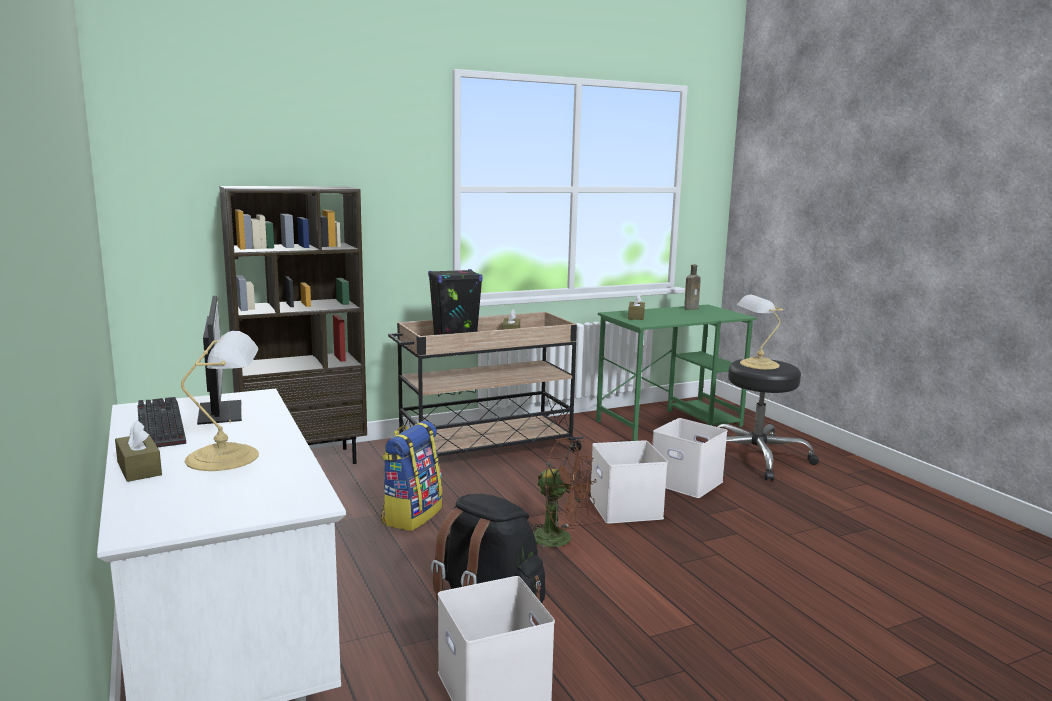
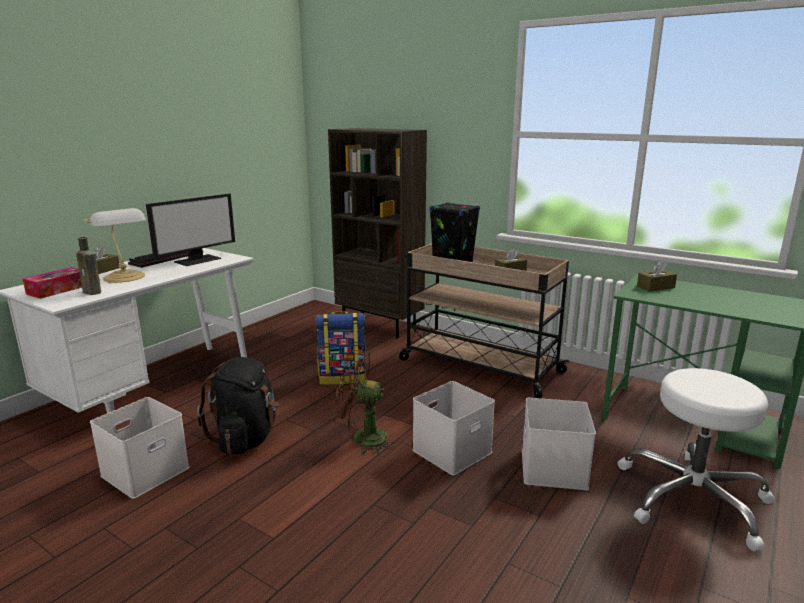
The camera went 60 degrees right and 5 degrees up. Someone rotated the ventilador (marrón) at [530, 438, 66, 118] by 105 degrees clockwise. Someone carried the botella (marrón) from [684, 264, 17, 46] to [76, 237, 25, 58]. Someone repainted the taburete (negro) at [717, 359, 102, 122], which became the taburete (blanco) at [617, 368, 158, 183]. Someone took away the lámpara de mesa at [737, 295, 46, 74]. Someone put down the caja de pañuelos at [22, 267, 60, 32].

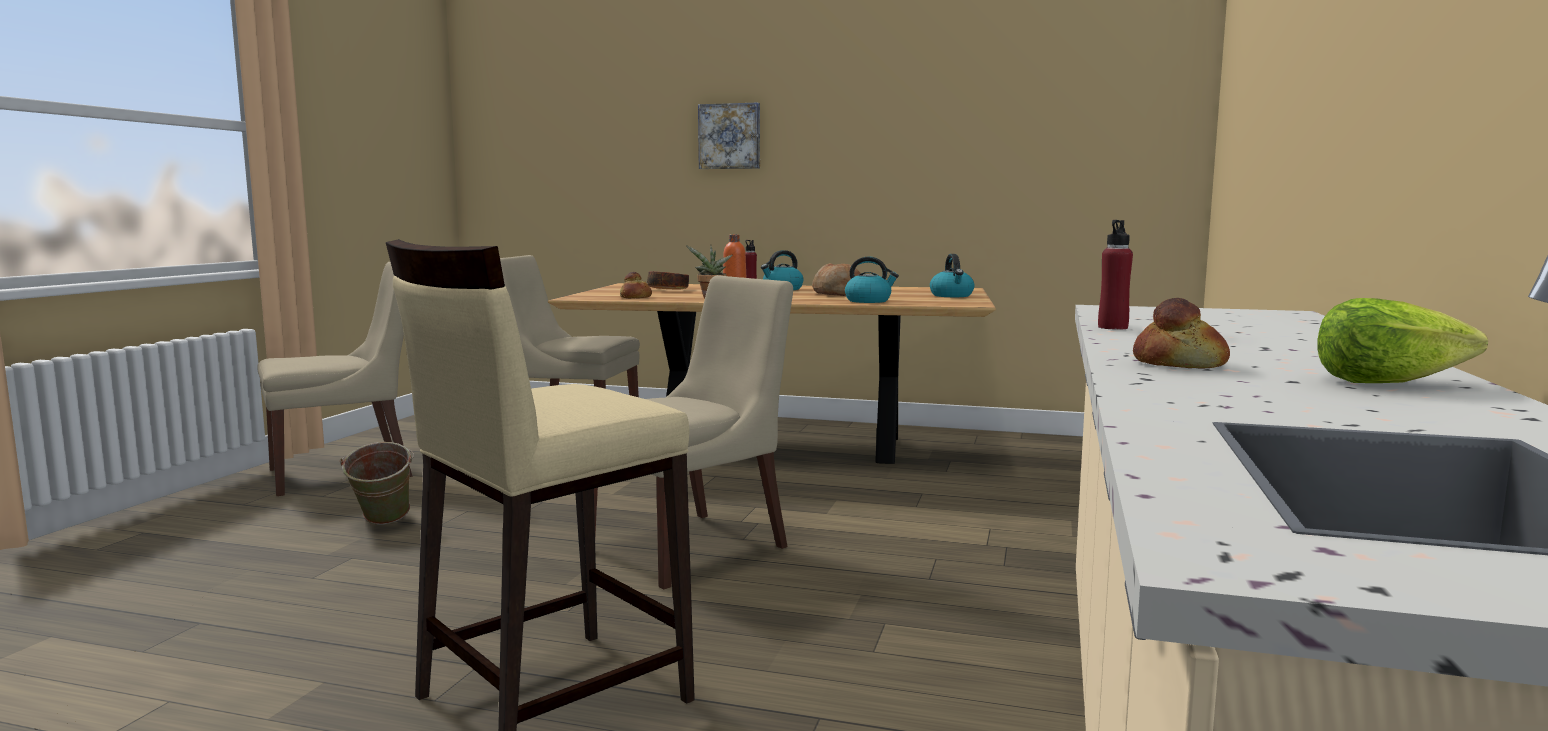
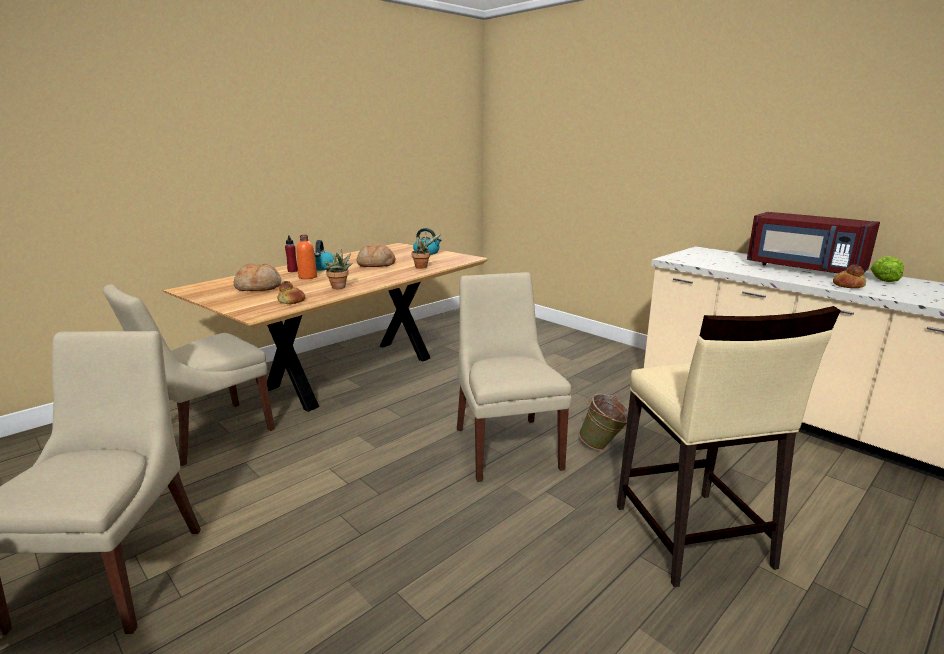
The camera went 60 degrees left and 10 degrees up. Someone carried the cubo (verde) from [340, 442, 74, 83] to [579, 394, 50, 56]. Someone swapped the cuenco at [647, 271, 42, 19] for the pan at [234, 263, 47, 28]. Someone took away the cuadro at [698, 102, 62, 67]. Someone swapped the hervidor at [845, 257, 54, 46] for the planta en maceta at [411, 233, 31, 36]. Someone took away the botella (rojo) at [1098, 220, 35, 110]. Someone put down the microondas (rojo) at [747, 212, 133, 61].

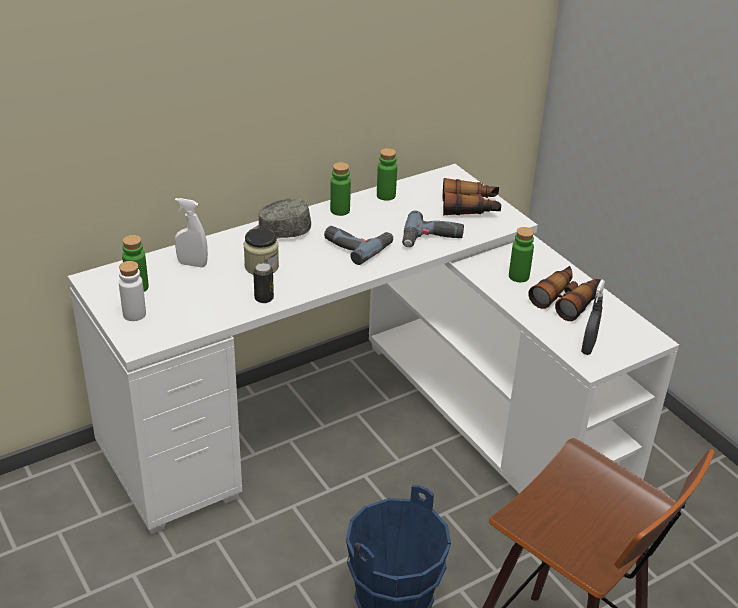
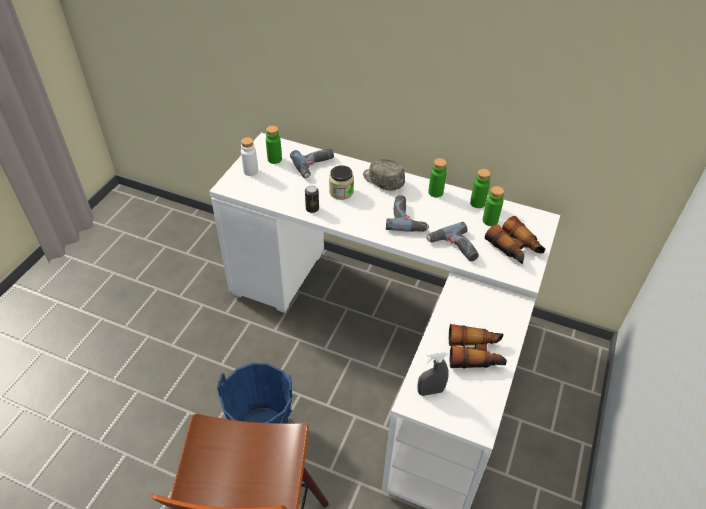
The camera went 55 degrees right and 10 degrees up. Someone swapped the pulverizador (blanco) at [175, 198, 33, 69] for the taladro at [290, 148, 44, 30]. Someone carried the botella (verde) from [509, 227, 25, 55] to [483, 186, 21, 40].

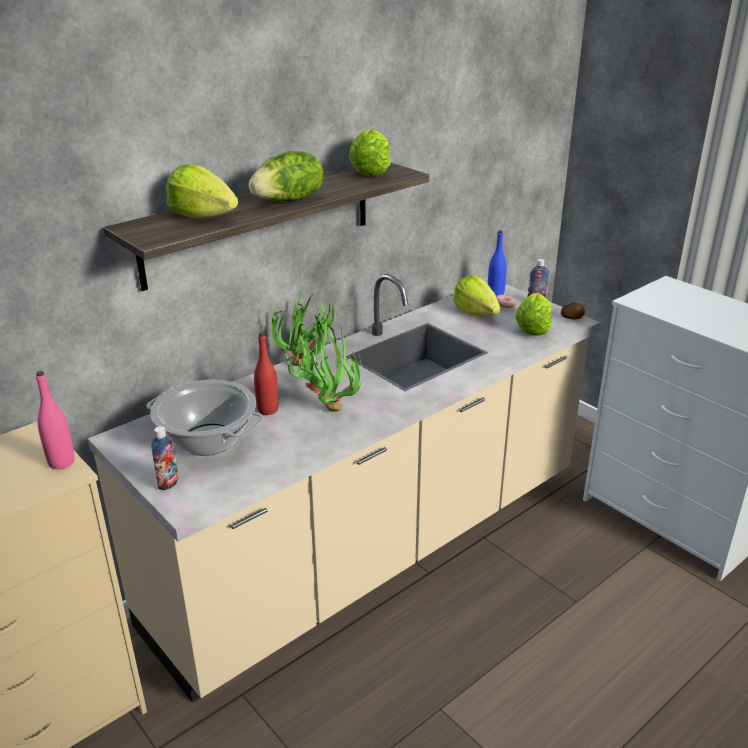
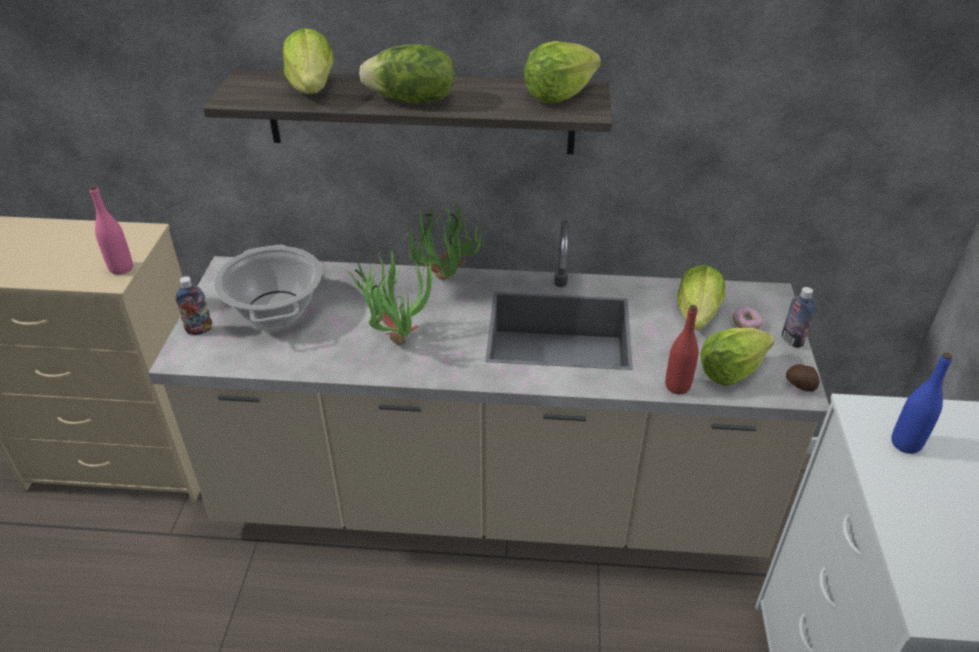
The camera went 45 degrees right and 10 degrees up. Someone carried the botella (rojo) from [254, 332, 25, 83] to [665, 305, 34, 89]. Someone carried the botella (azul) from [488, 230, 19, 67] to [891, 352, 61, 102].

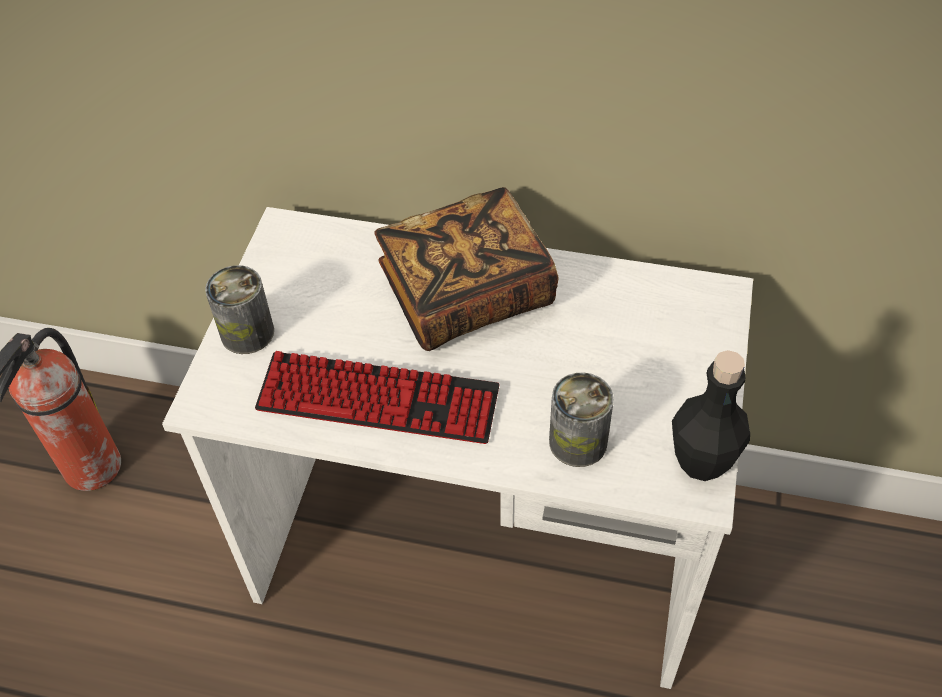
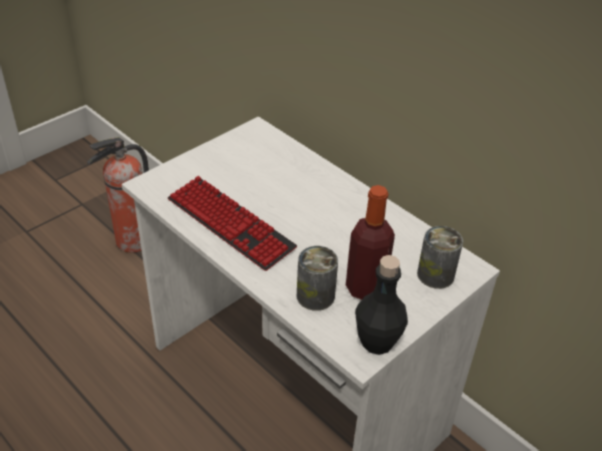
The camera went 30 degrees right and 10 degrees down. Someone carried the lata from [205, 265, 69, 89] to [417, 226, 46, 63]. Someone took away the libro at [374, 187, 184, 164]. Someone put down the botella at [346, 185, 49, 115].

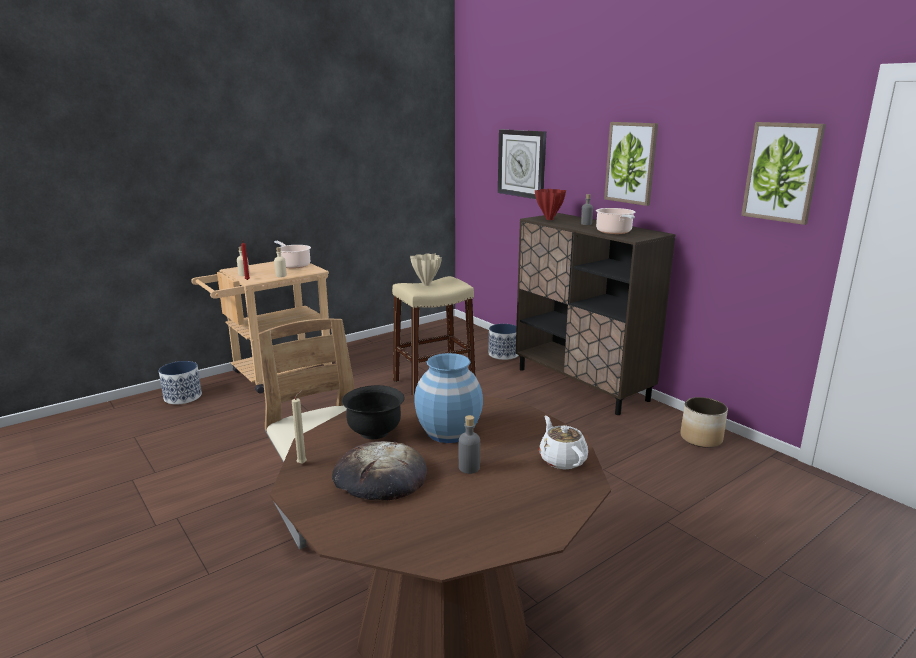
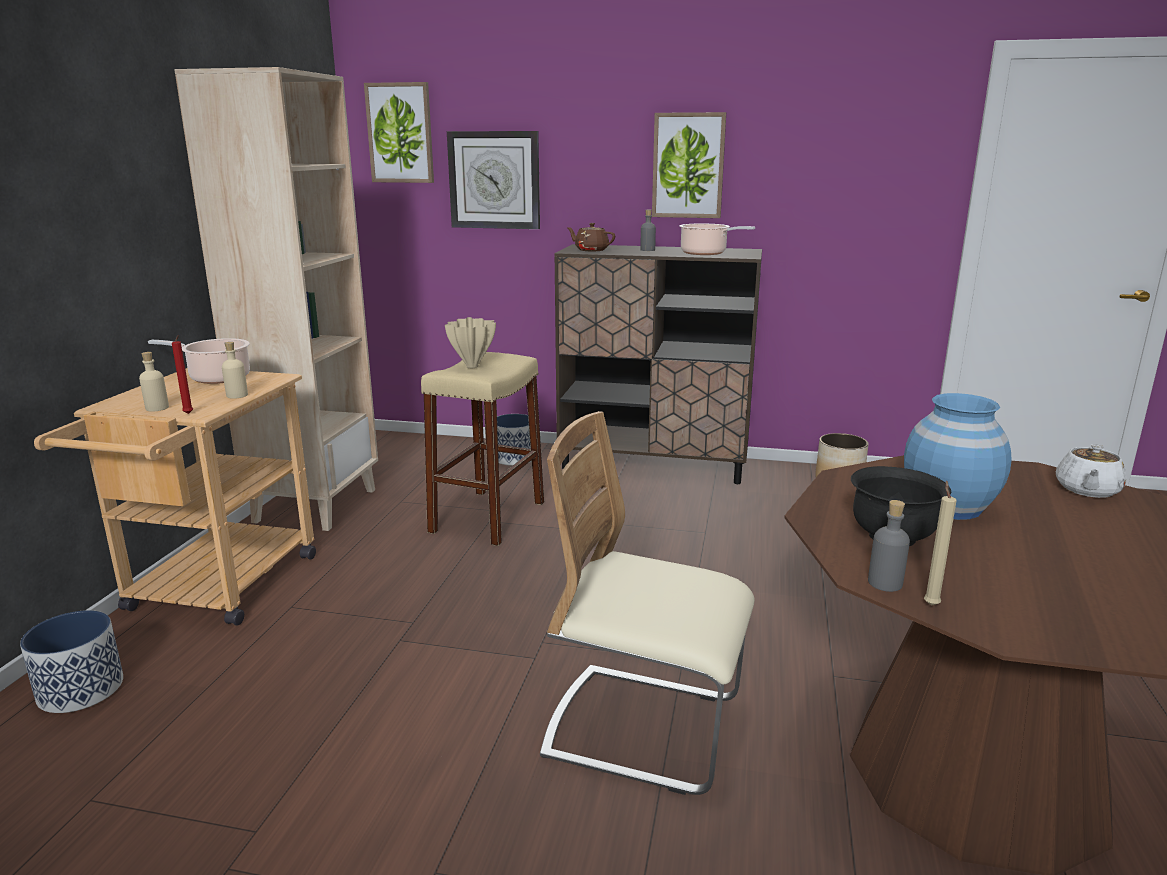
The camera went 40 degrees left and 0 degrees up. Someone took away the pan at [332, 441, 95, 59]. Someone carried the botella (gris) from [459, 415, 21, 59] to [868, 500, 42, 92]. Someone swapped the florero (rojo) at [535, 189, 31, 31] for the tetera (marrón) at [566, 223, 49, 28]. Someone rotated the tetera (blanco) at [539, 416, 49, 53] by 90 degrees counterclockwise. Someone carried the cuadro from [741, 122, 85, 103] to [364, 82, 70, 101]. Someone put down the estantería (beis) at [174, 67, 204, 464].

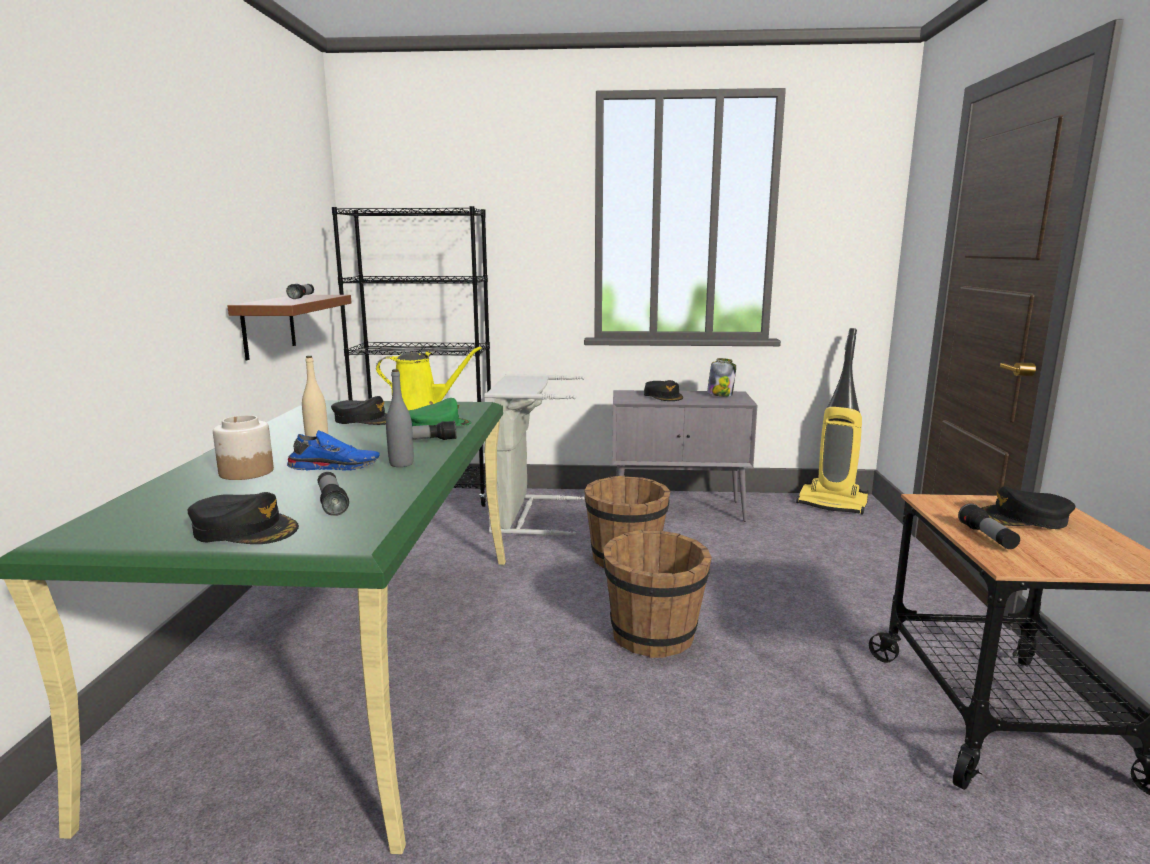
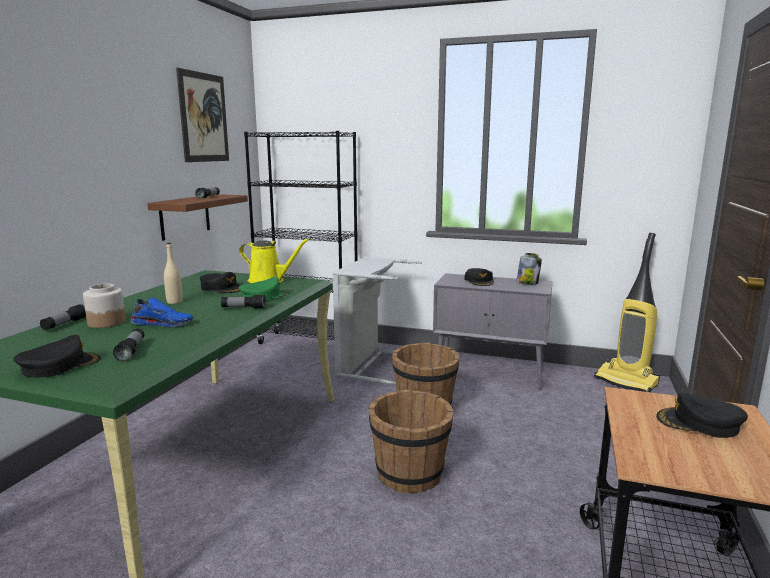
The camera went 15 degrees right and 0 degrees up. Someone rotated the gorra (negro) at [188, 492, 111, 52] by 75 degrees counterclockwise. Someone took away the botella (gris) at [386, 369, 28, 98]. Someone carried the linterna from [958, 503, 62, 46] to [40, 304, 46, 26]. Someone put up the cuadro at [176, 68, 53, 94].

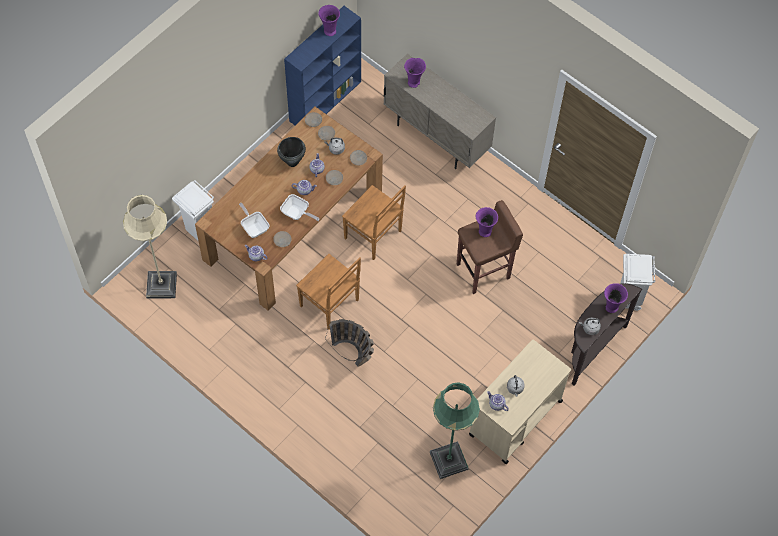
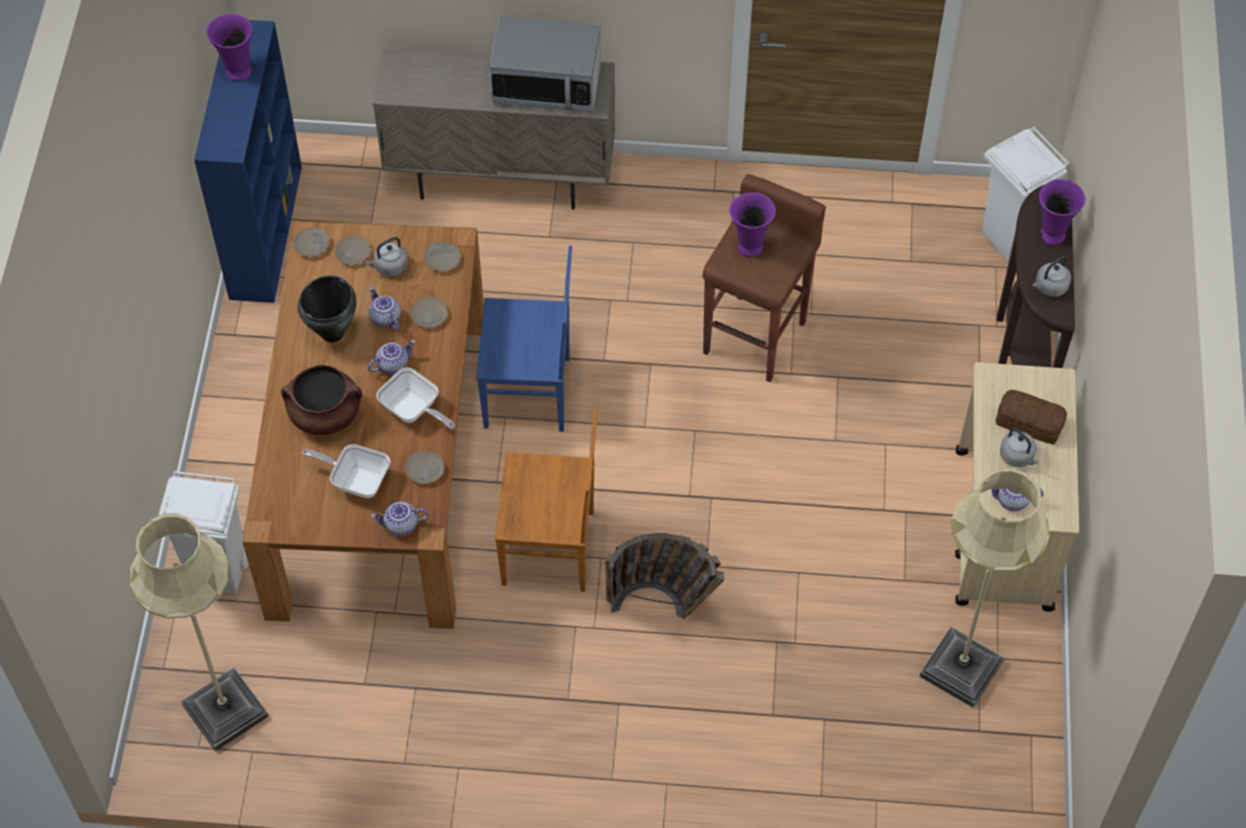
The camera went 35 degrees left and 5 degrees down. Someone rotated the sartén at [280, 194, 40, 27] by 45 degrees clockwise. Someone repainted the silla (marrón) at [342, 185, 64, 75], which became the silla (azul) at [476, 246, 96, 186]. Someone took away the florero (morado) at [404, 58, 22, 30]. Someone repainted the lámpara de pie (verde) at [430, 382, 50, 97], which became the lámpara de pie (beis) at [919, 468, 131, 240]. Someone put down the olla (marrón) at [281, 365, 81, 70]. Someone put down the microondas at [489, 16, 112, 96]. Someone put down the pan at [995, 390, 72, 54].

